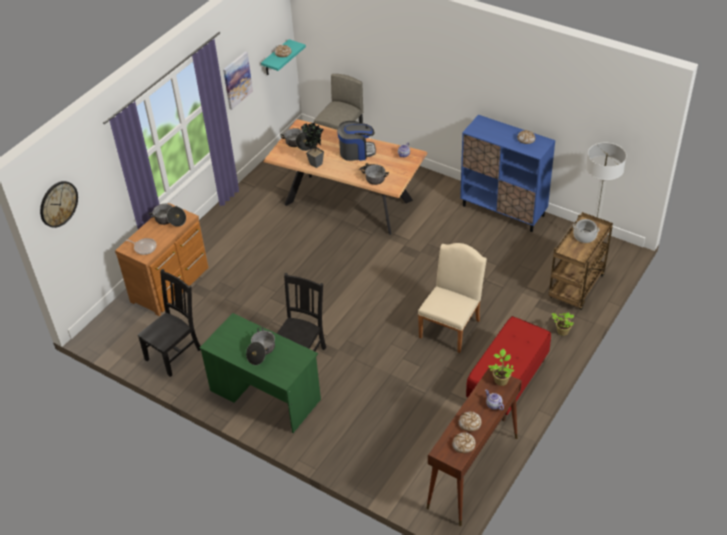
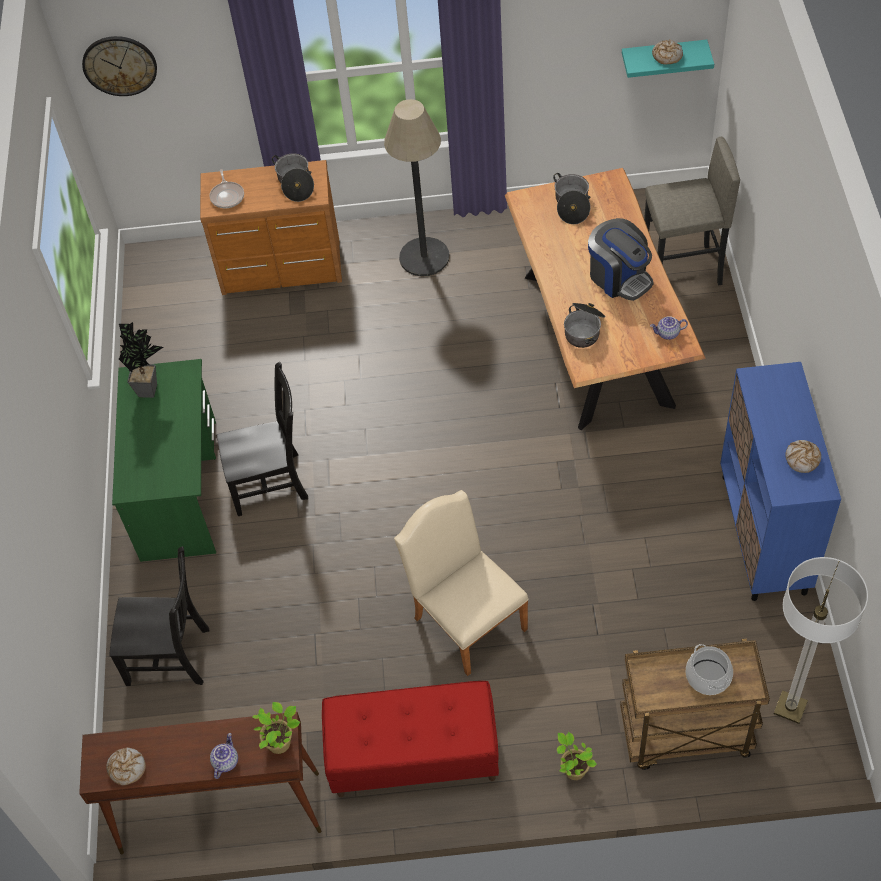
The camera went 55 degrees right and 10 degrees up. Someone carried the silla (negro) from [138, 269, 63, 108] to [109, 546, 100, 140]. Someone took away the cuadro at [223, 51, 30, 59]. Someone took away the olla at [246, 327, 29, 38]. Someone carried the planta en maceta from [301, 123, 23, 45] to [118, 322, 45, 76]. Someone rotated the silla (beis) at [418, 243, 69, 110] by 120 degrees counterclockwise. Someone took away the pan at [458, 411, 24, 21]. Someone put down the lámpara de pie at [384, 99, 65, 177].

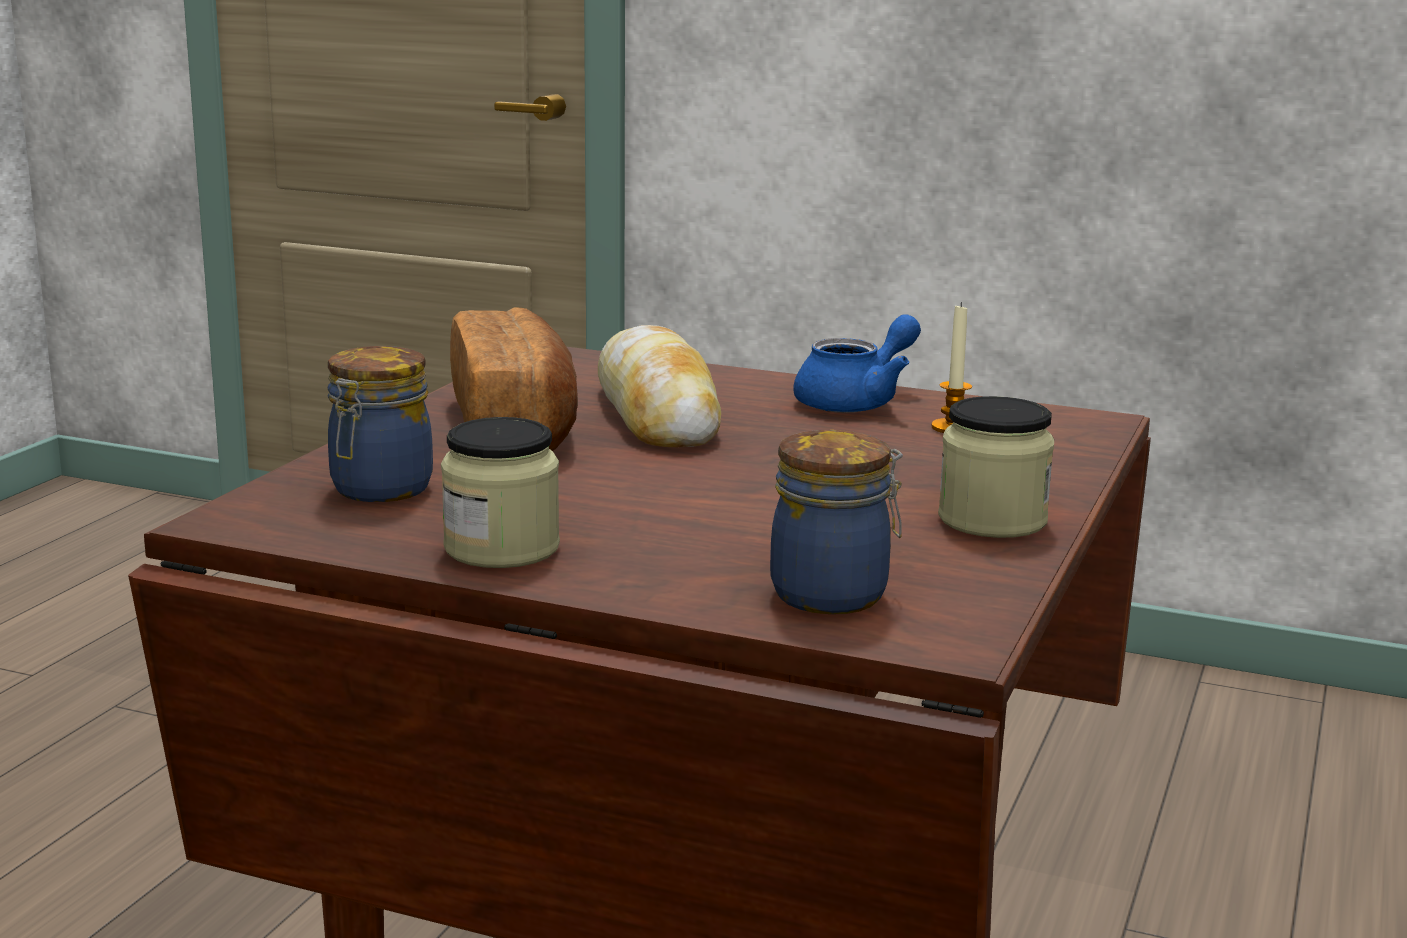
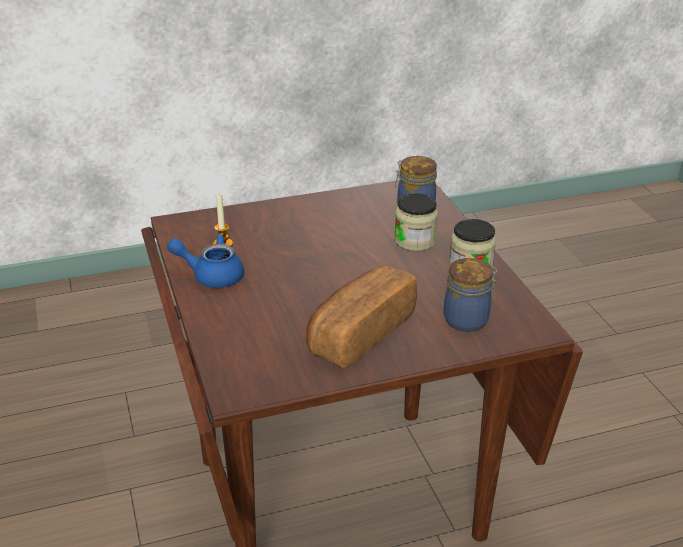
The camera went 130 degrees left and 15 degrees up. Someone took away the pan at [598, 325, 123, 122]. Someone carried the tarro from [938, 396, 116, 142] to [394, 193, 44, 58].

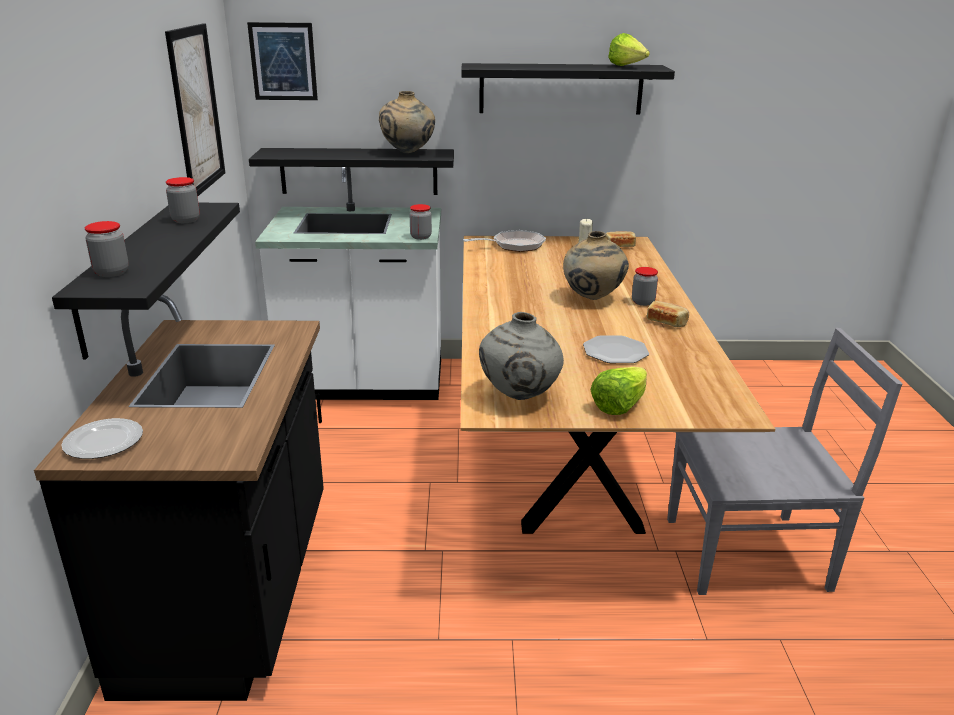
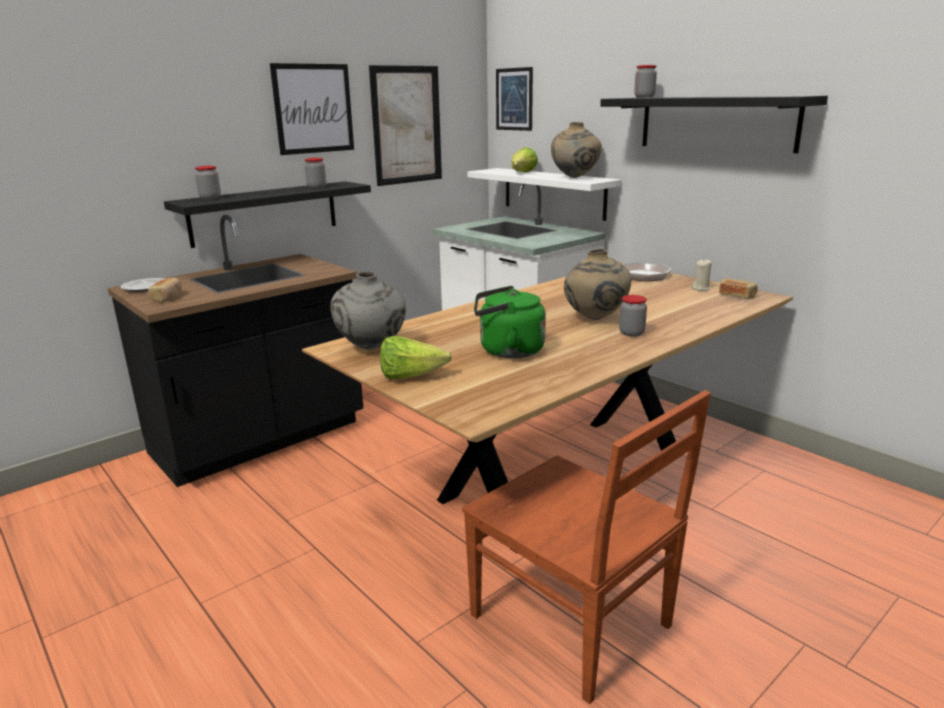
The camera went 50 degrees right and 5 degrees down. Someone repainted the estante (negro) at [249, 148, 205, 47], which became the estante (blanco) at [467, 168, 154, 53]. Someone carried the tarro from [410, 204, 22, 36] to [634, 65, 23, 33]. Someone swapped the plato at [583, 335, 66, 28] for the hervidor (verde) at [474, 286, 72, 72]. Someone carried the lechuga from [608, 33, 42, 33] to [511, 147, 27, 25]. Someone carried the pan from [647, 301, 42, 26] to [148, 278, 34, 24]. Someone repainted the silla (gris) at [667, 328, 236, 267], which became the silla (marrón) at [462, 390, 249, 314]. Someone put up the cuadro at [270, 63, 84, 92].

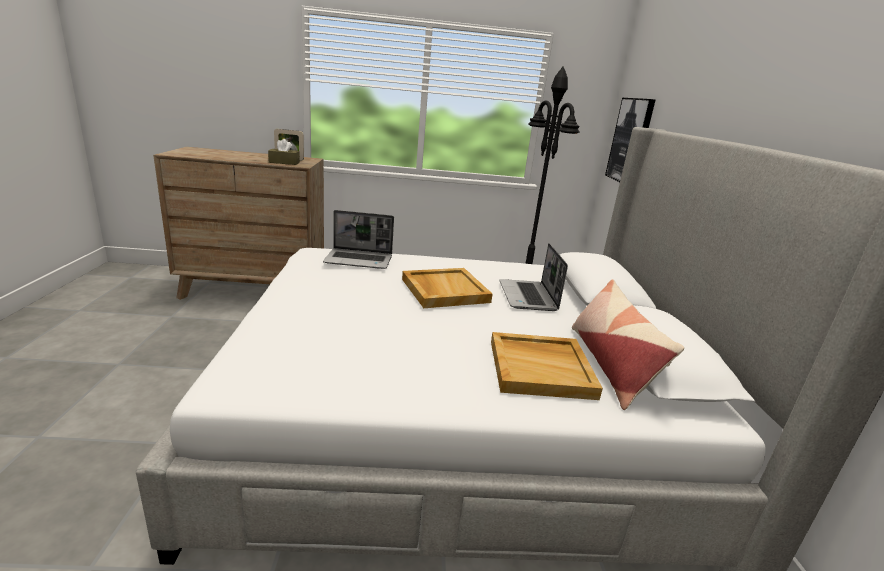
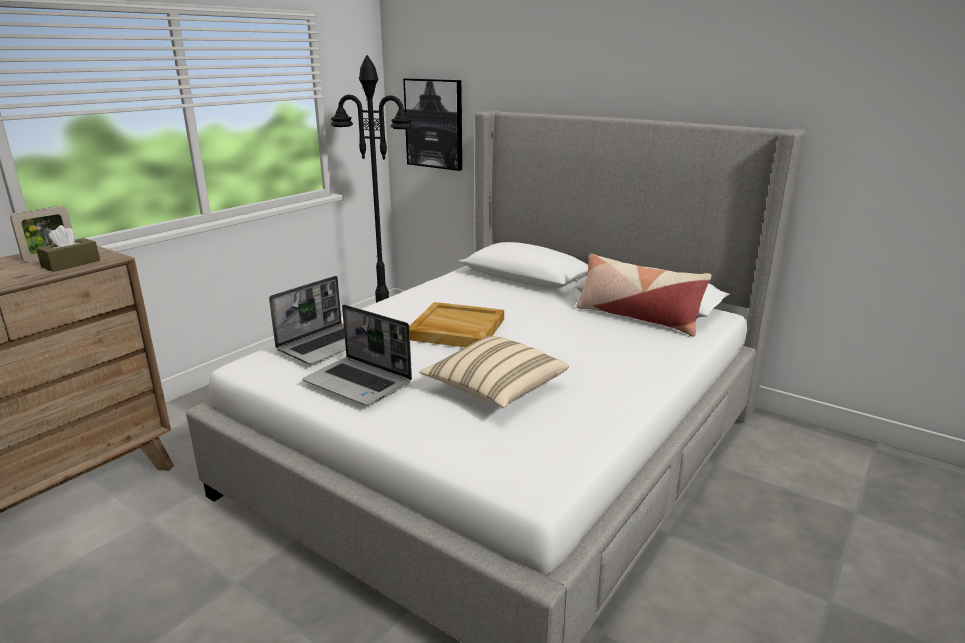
The camera went 50 degrees left and 0 degrees up. Someone took away the bandeja (beis) at [491, 332, 112, 68]. Someone carried the portátil from [499, 243, 69, 68] to [302, 305, 110, 101]. Someone put down the cojín (beis) at [419, 336, 150, 72].

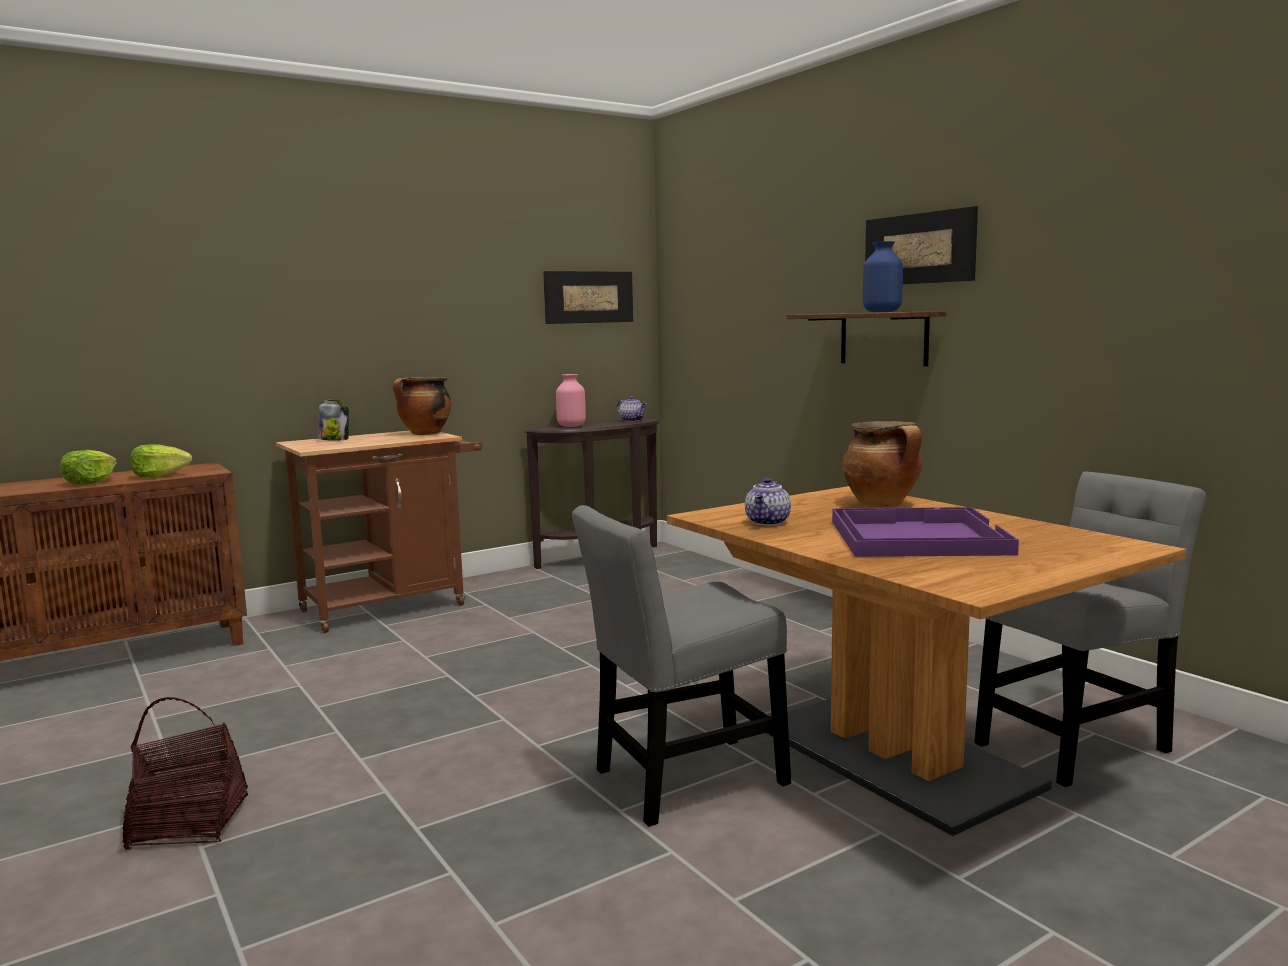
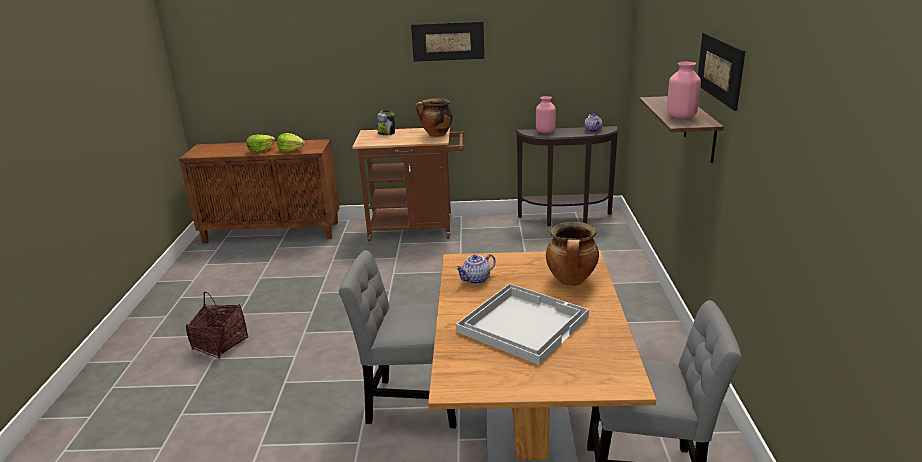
The camera went 35 degrees right and 15 degrees up. Someone carried the cuadro from [543, 271, 90, 53] to [411, 22, 73, 40]. Someone repainted the bandeja (morado) at [832, 507, 187, 50], which became the bandeja (blanco) at [456, 283, 133, 82]. Someone repainted the florero (azul) at [863, 241, 40, 71], which became the florero (rosa) at [667, 62, 34, 57].

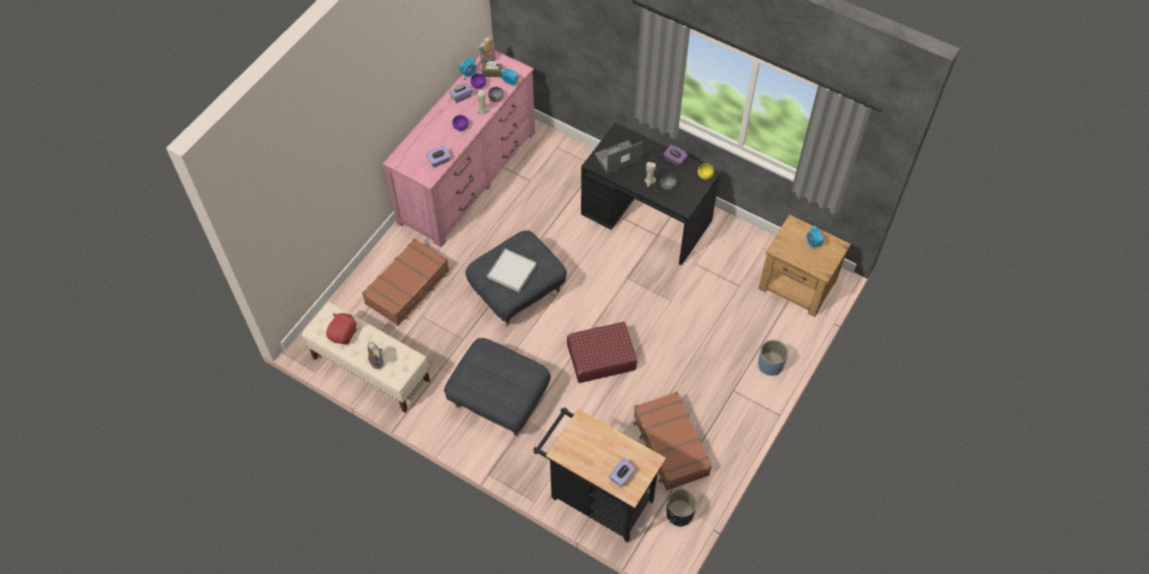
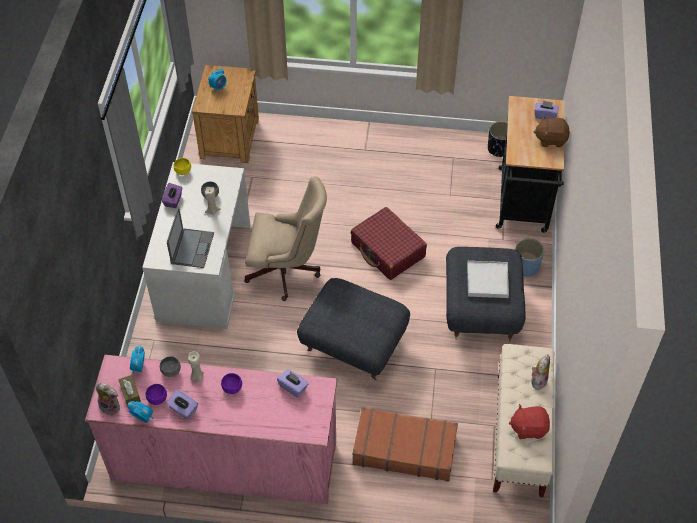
The camera went 115 degrees left and 5 degrees down. Someone carried the bandeja (blanco) from [487, 249, 50, 43] to [467, 261, 42, 37]. Someone repainted the escritorio (negro) at [581, 123, 139, 142], which became the escritorio (blanco) at [142, 162, 108, 167]. Someone rotated the portátil at [594, 140, 49, 34] by 120 degrees counterclockwise. Someone took away the maleta (marrón) at [633, 392, 79, 99]. Someone carried the maceta (azul) from [758, 340, 30, 36] to [515, 238, 29, 39]. Someone put down the silla de oficina (beis) at [244, 176, 83, 125]. Someone put down the peluche (marrón) at [534, 116, 36, 31].

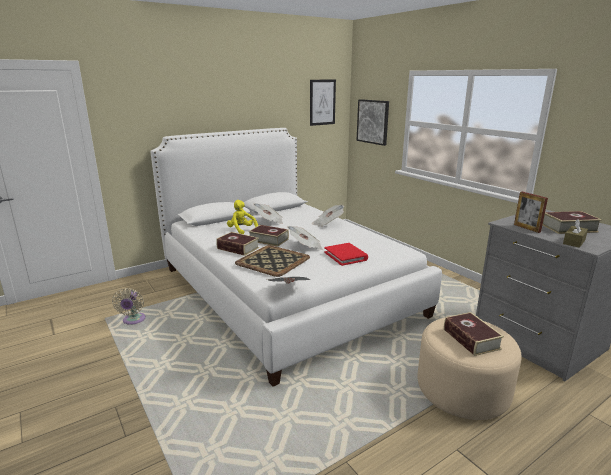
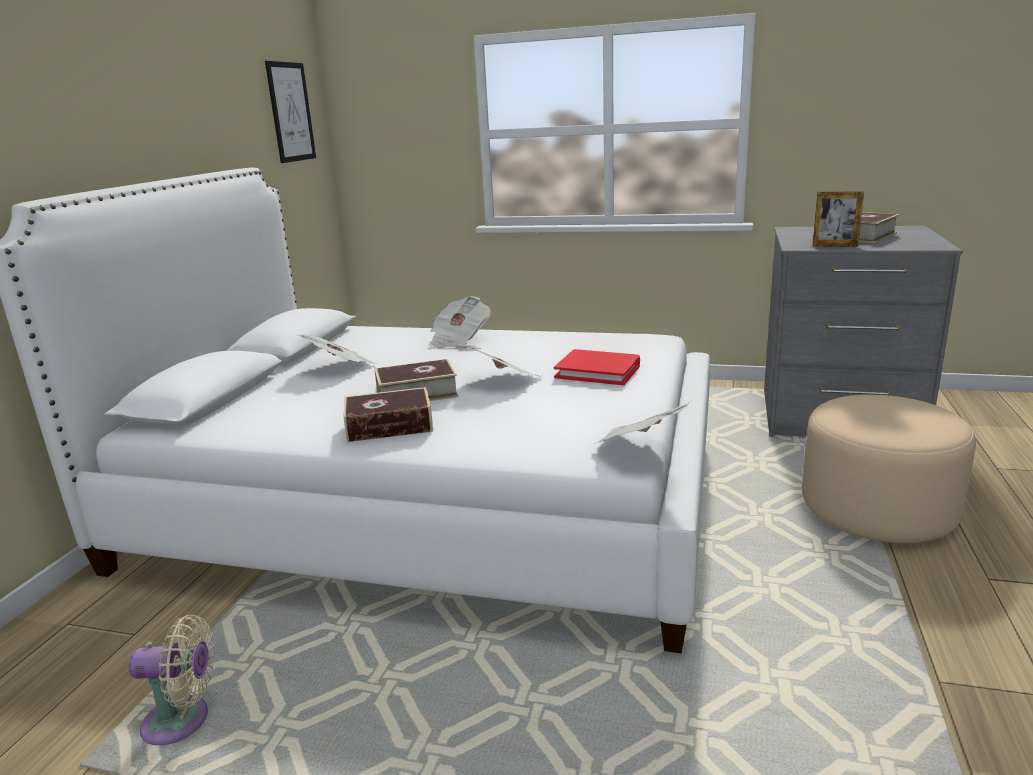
The camera went 40 degrees left and 0 degrees up. Someone rotated the ventilador (beis) at [112, 288, 34, 37] by 45 degrees counterclockwise. Someone took away the peluche (amarillo) at [227, 200, 31, 34]. Someone took away the bandeja at [235, 245, 75, 32]. Someone took away the cuadro at [357, 99, 32, 47]. Someone took away the libro at [444, 312, 60, 44]. Someone took away the caja de pañuelos (marrón) at [563, 219, 25, 29].

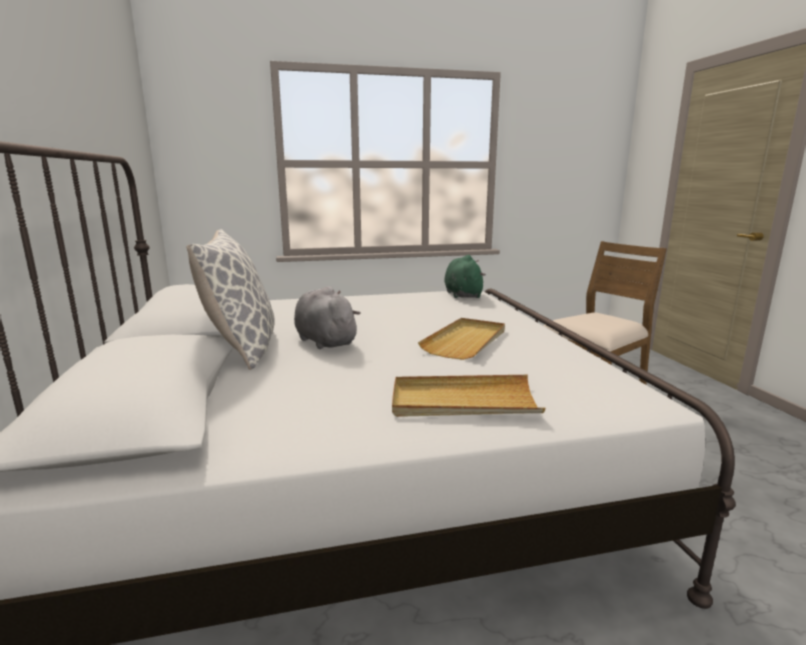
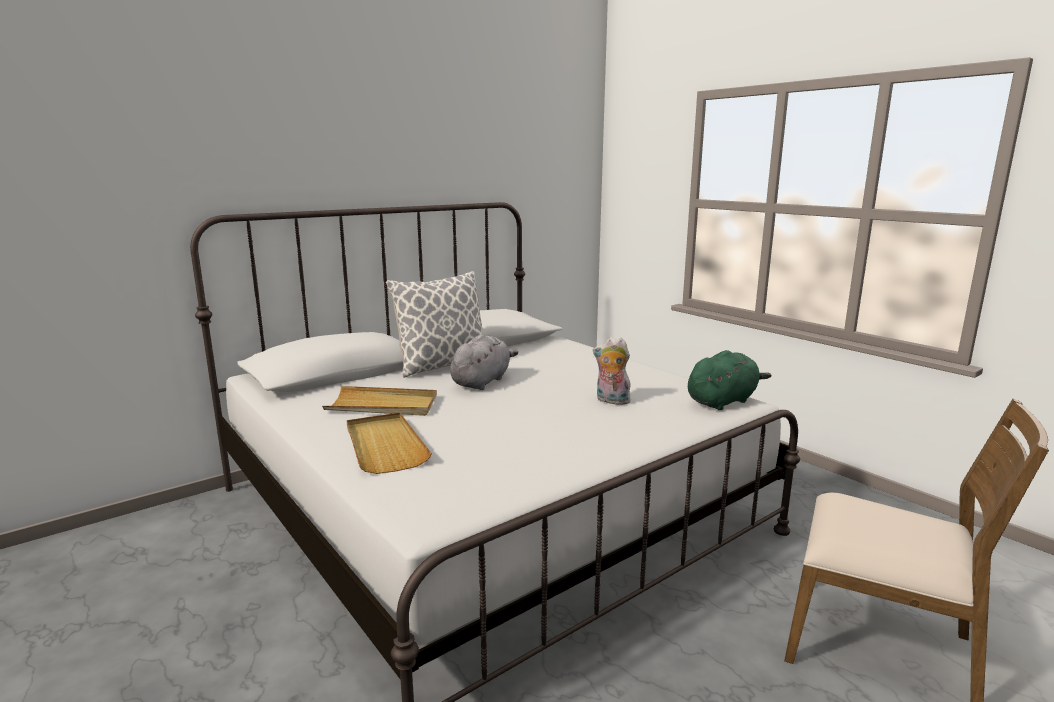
The camera went 65 degrees right and 0 degrees up. Someone carried the bandeja (beis) from [418, 318, 87, 42] to [322, 386, 115, 30]. Someone put down the peluche at [593, 337, 38, 68].

